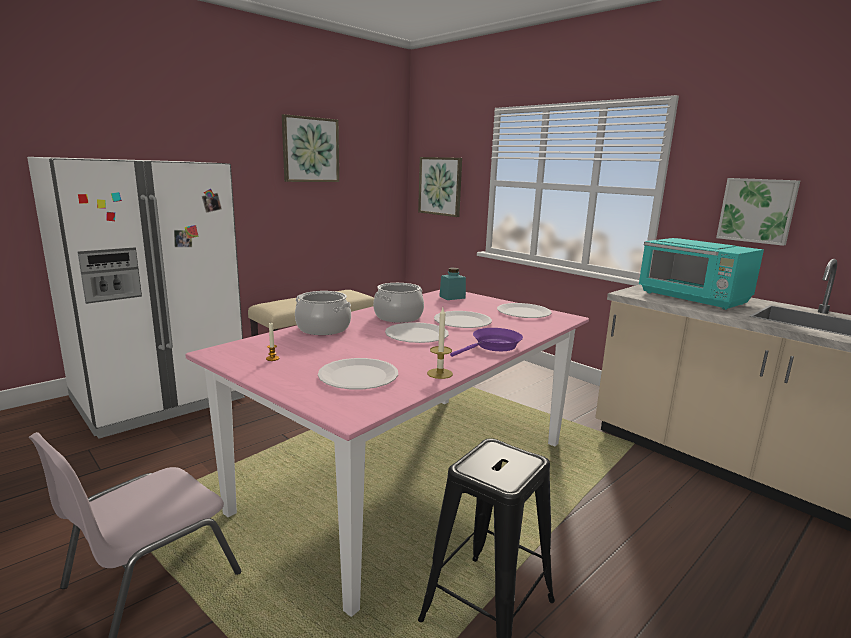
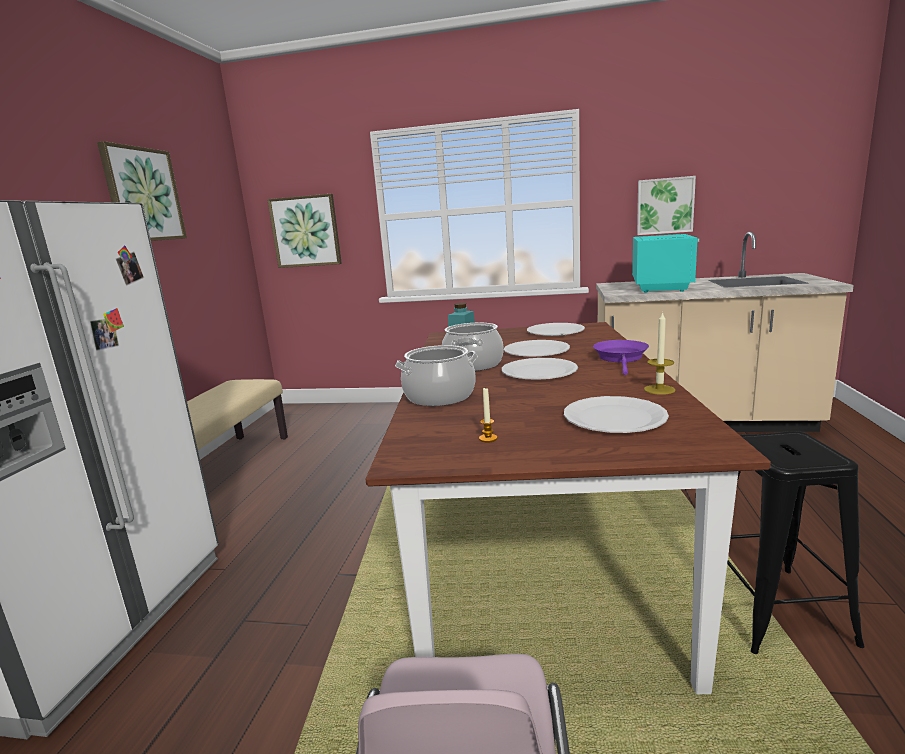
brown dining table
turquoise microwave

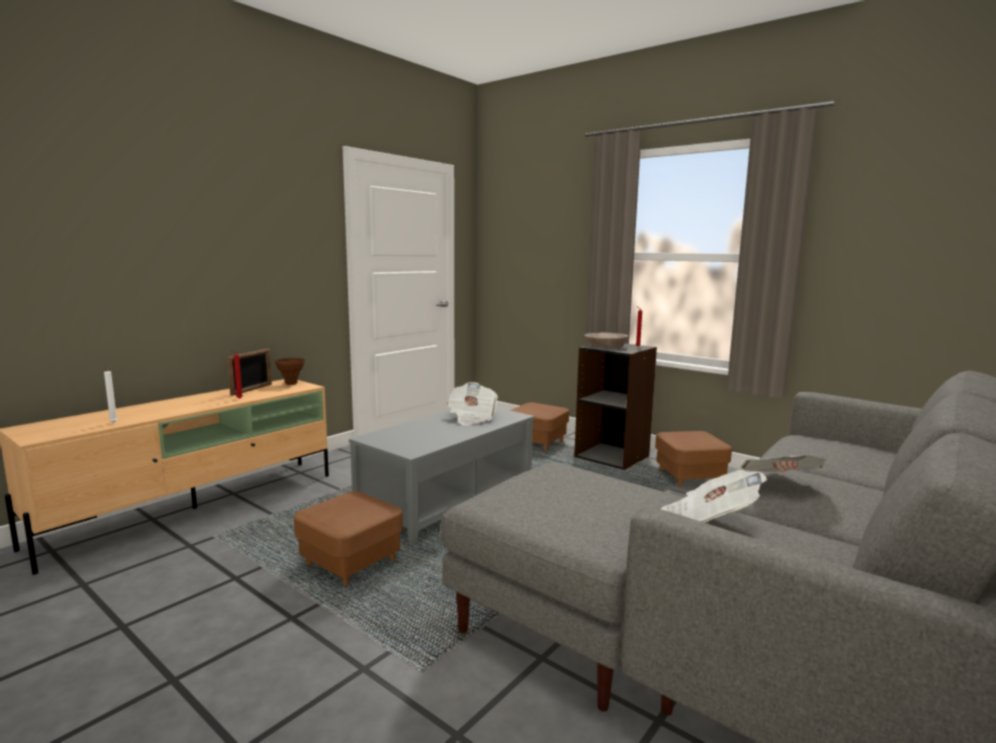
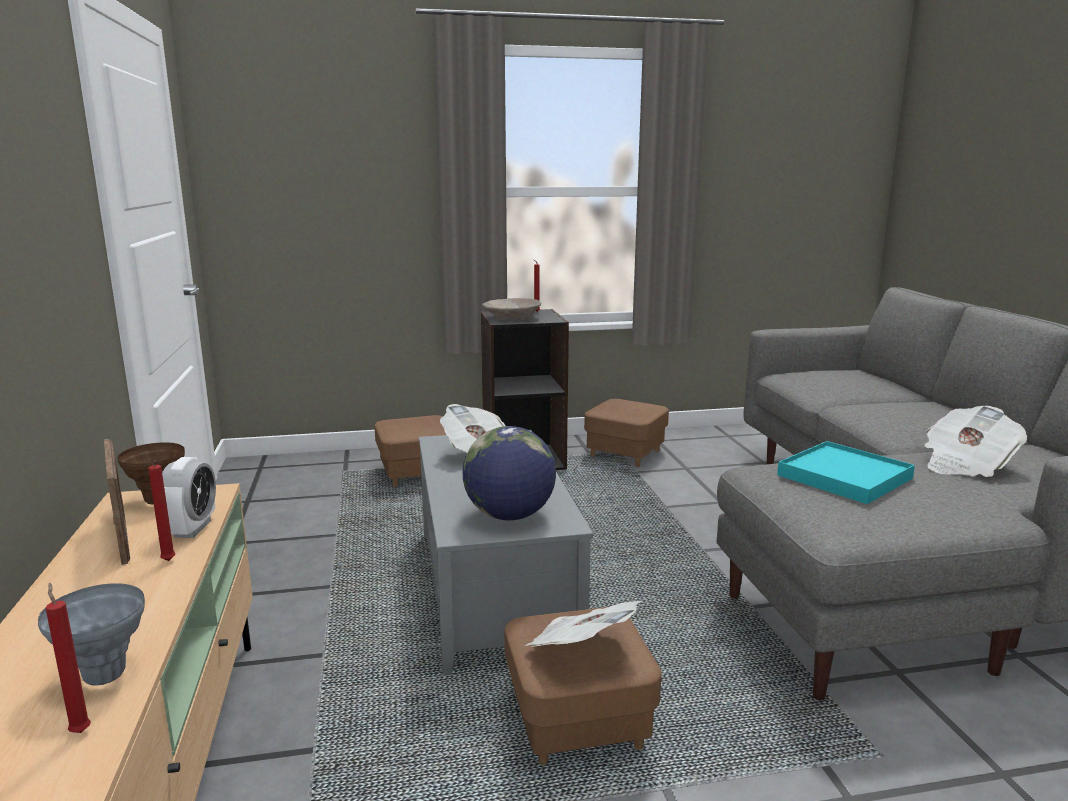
grey vase
red candle (no. 1 from left)
alarm clock
globe
newspaper (no. 2 from left)
turquoise tray

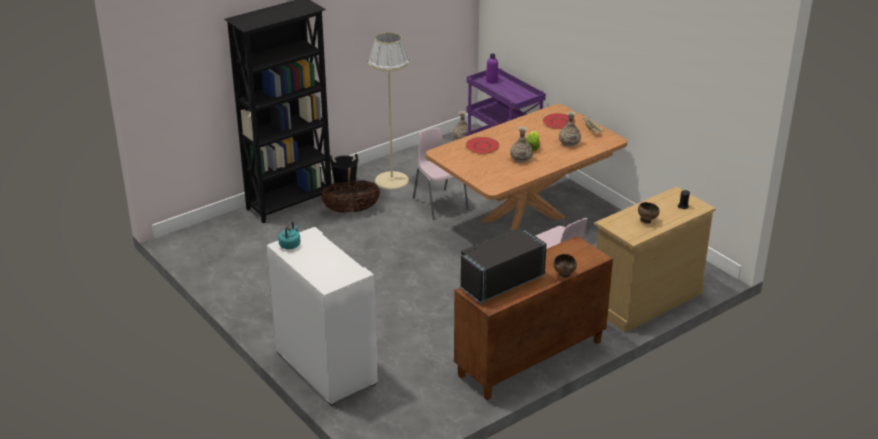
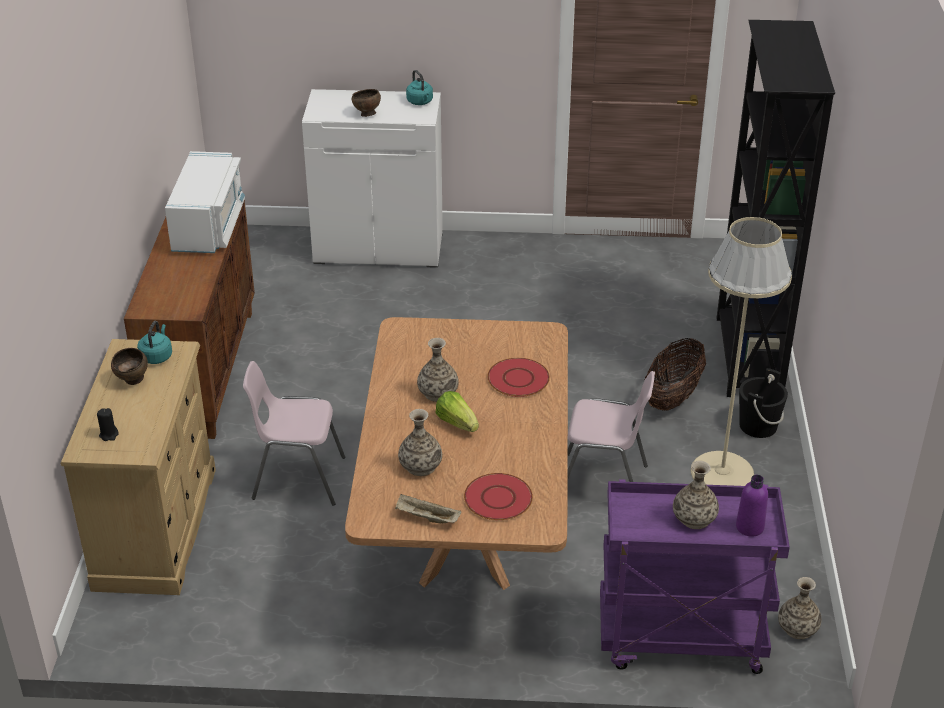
turquoise kettle (no. 1 from left)
white microwave
brown bowl (no. 2 from left)
vase (no. 3 from left)

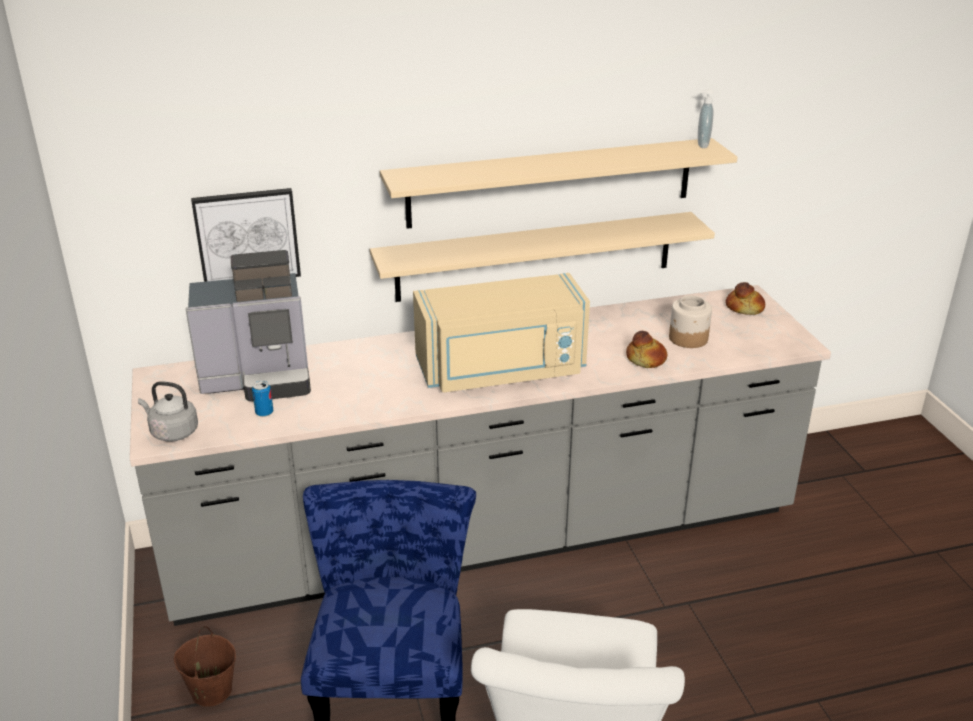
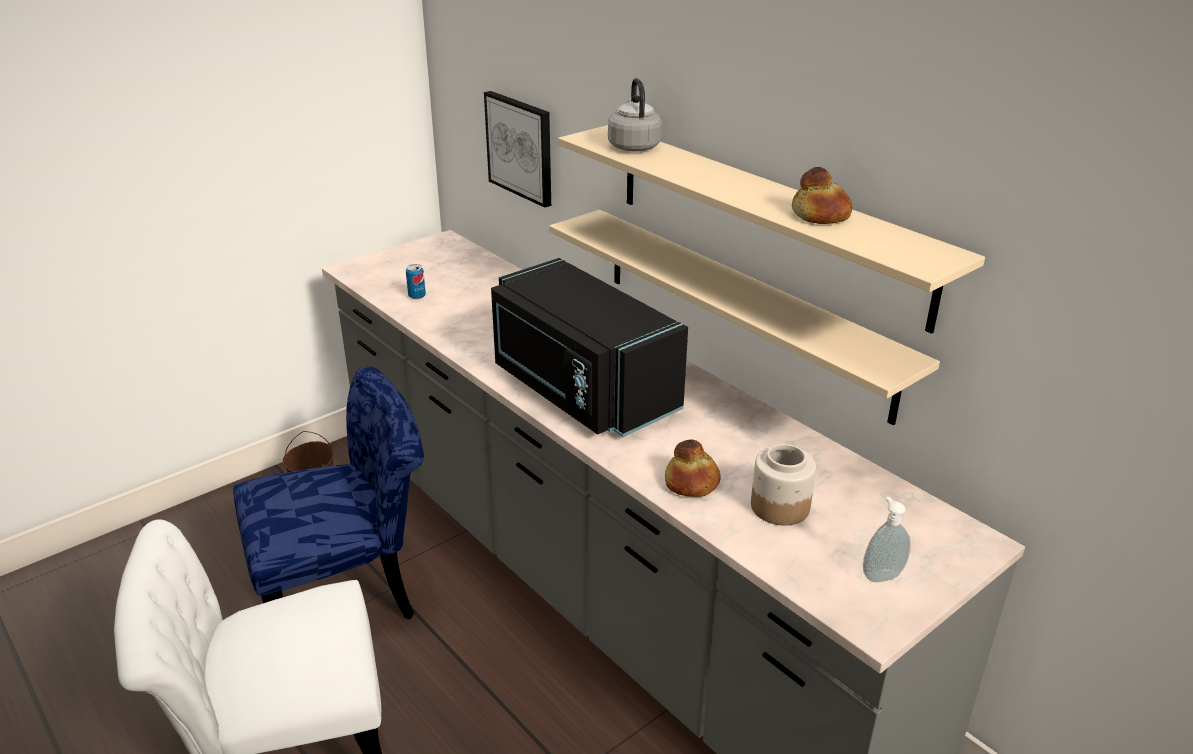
black microwave
grey kettle
bread (no. 2 from left)
soap dispenser
coffee machine

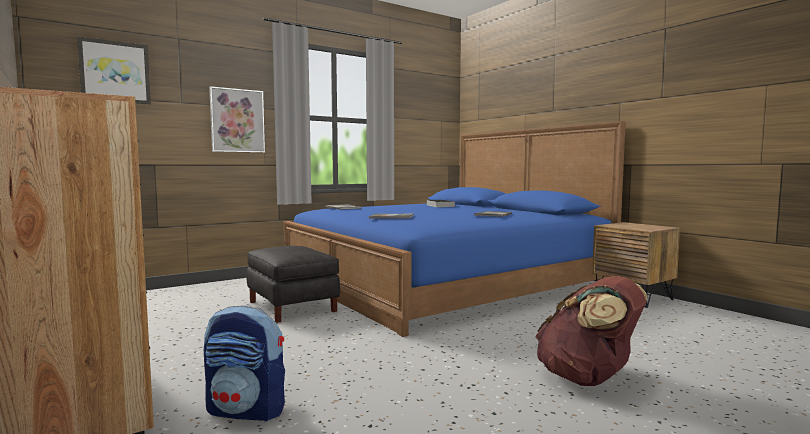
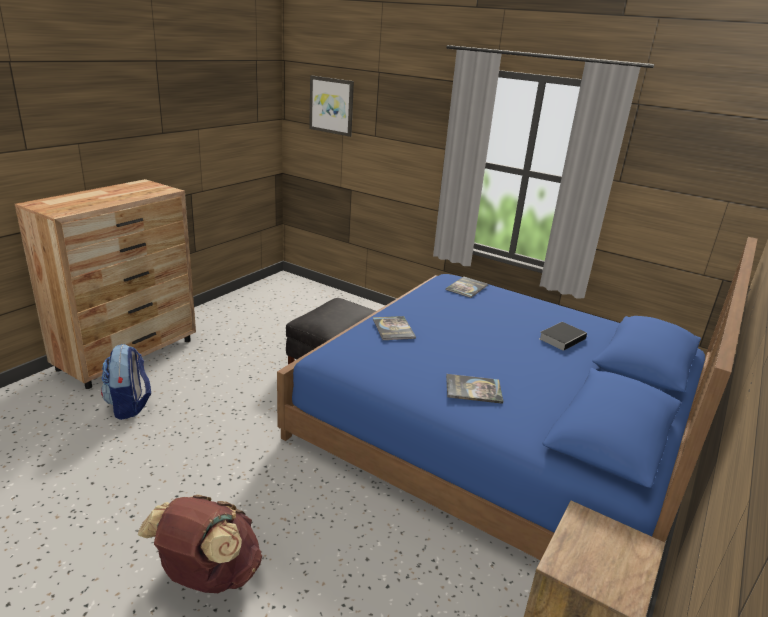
picture (no. 2 from left in the first image)

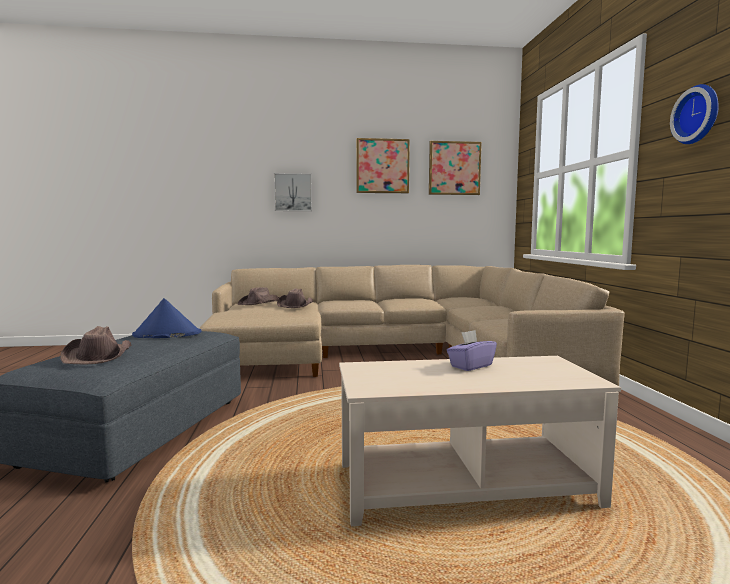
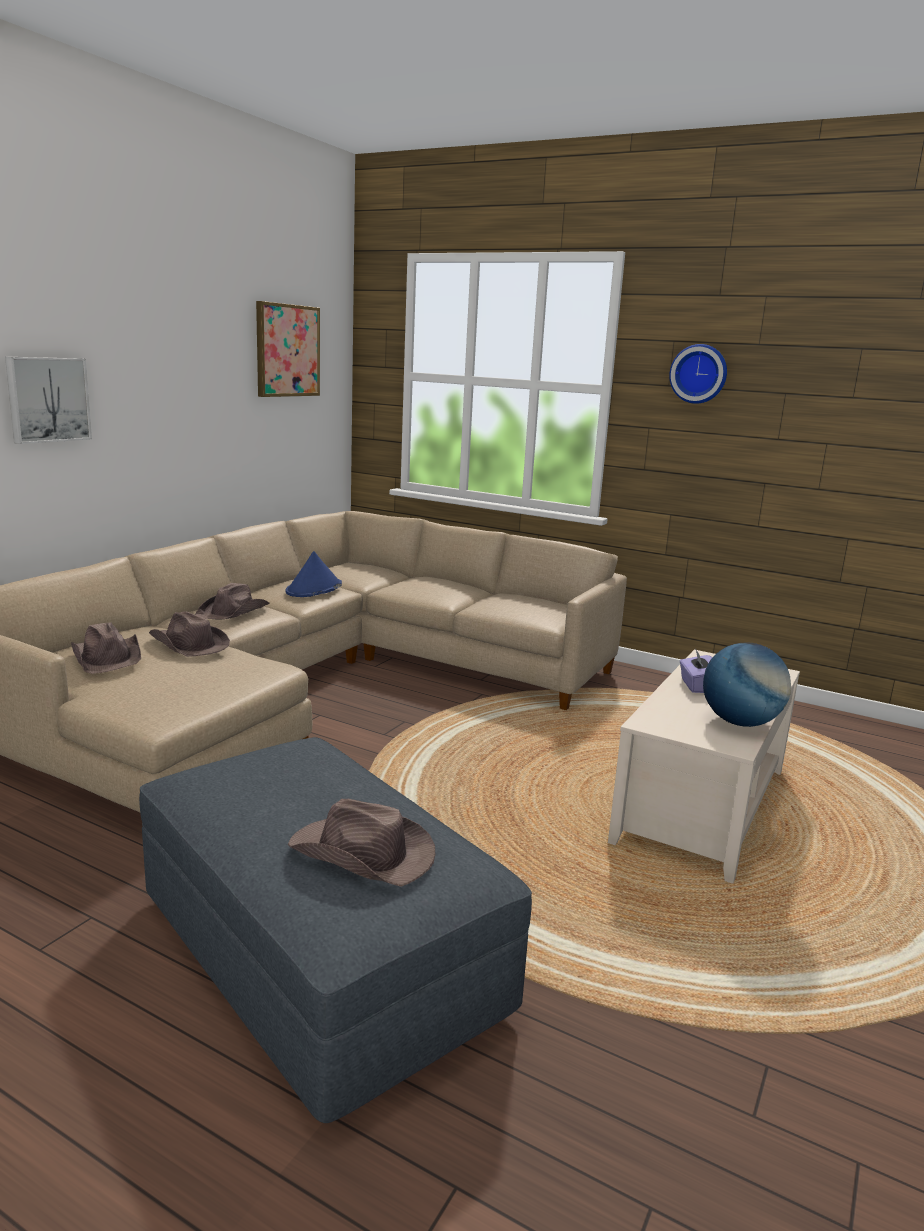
brown hat (no. 3 from left)
blue hat
globe
picture (no. 2 from left in the first image)

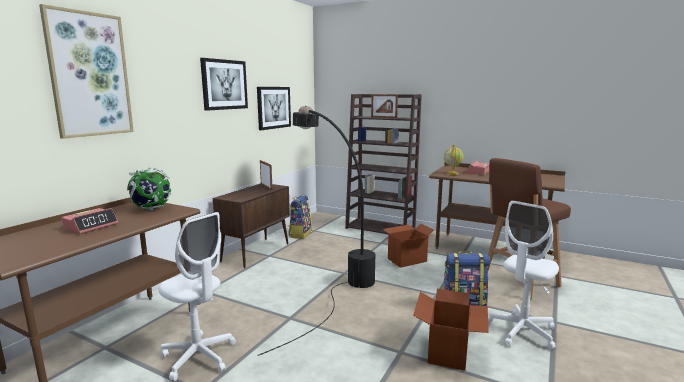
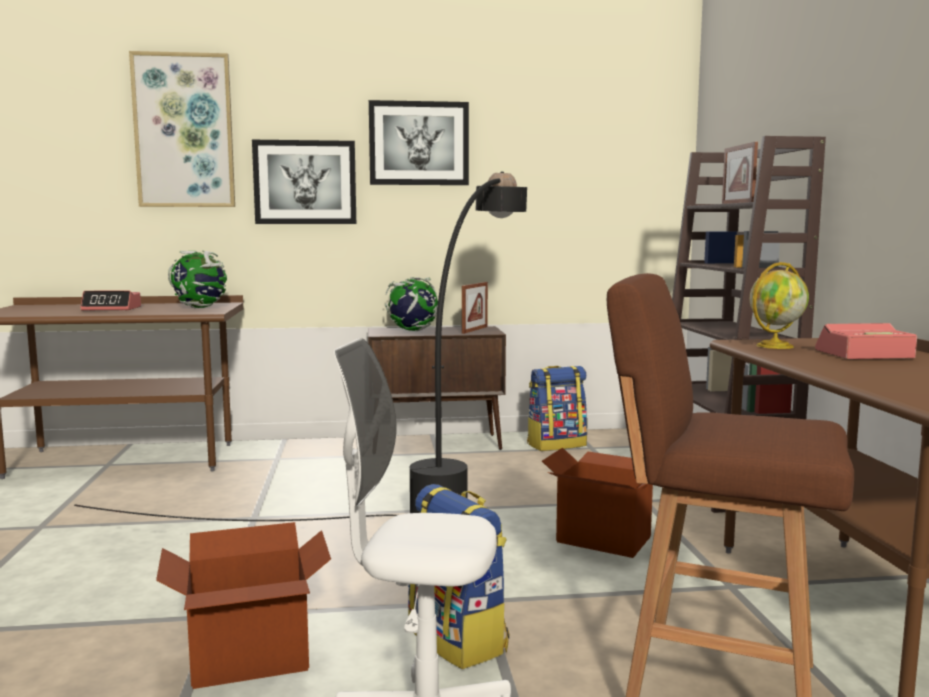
picture (no. 2 from left)
globe (no. 2 from left)
white office chair (no. 1 from left in the first image)

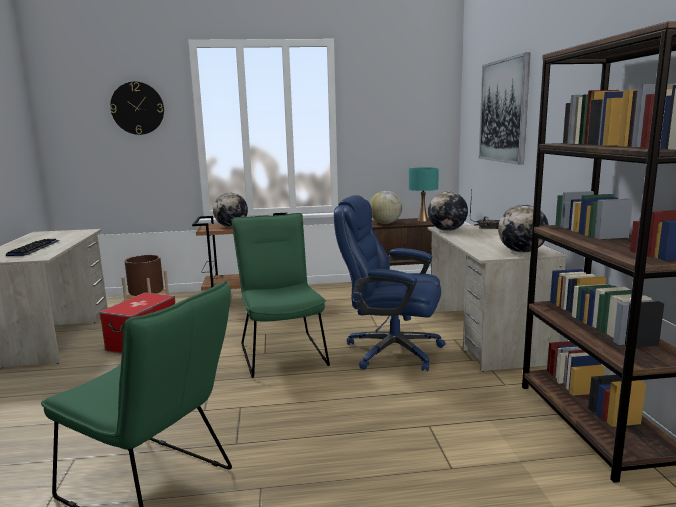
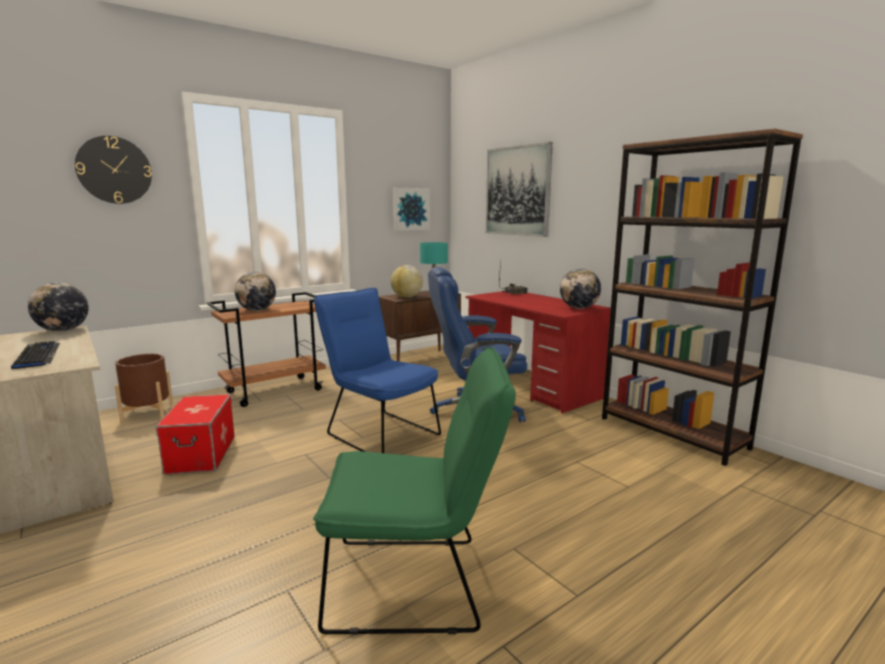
globe (no. 1 from left)
blue chair
picture (no. 1 from left)
red desk

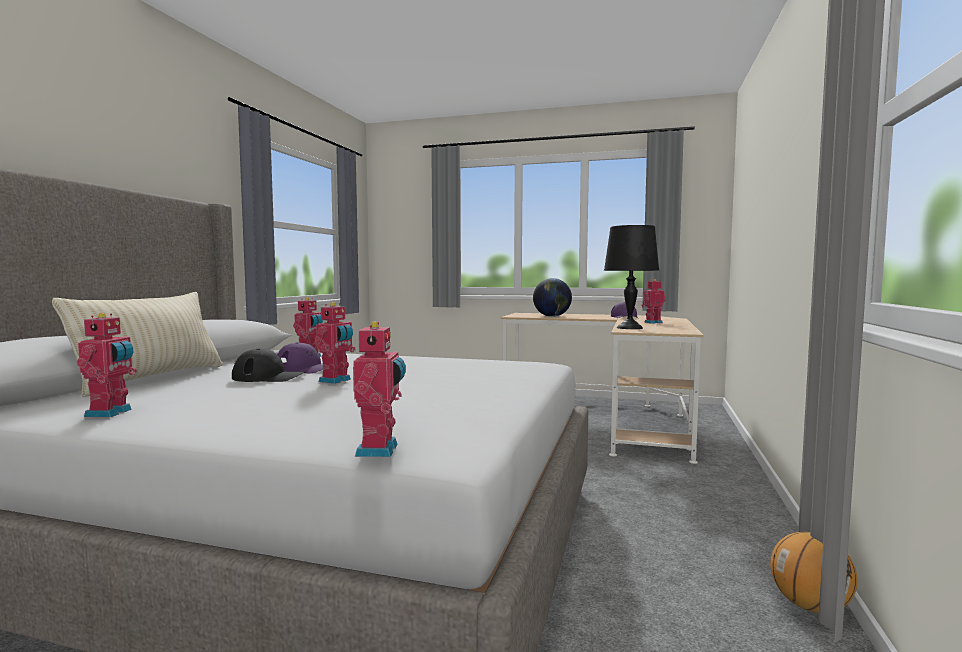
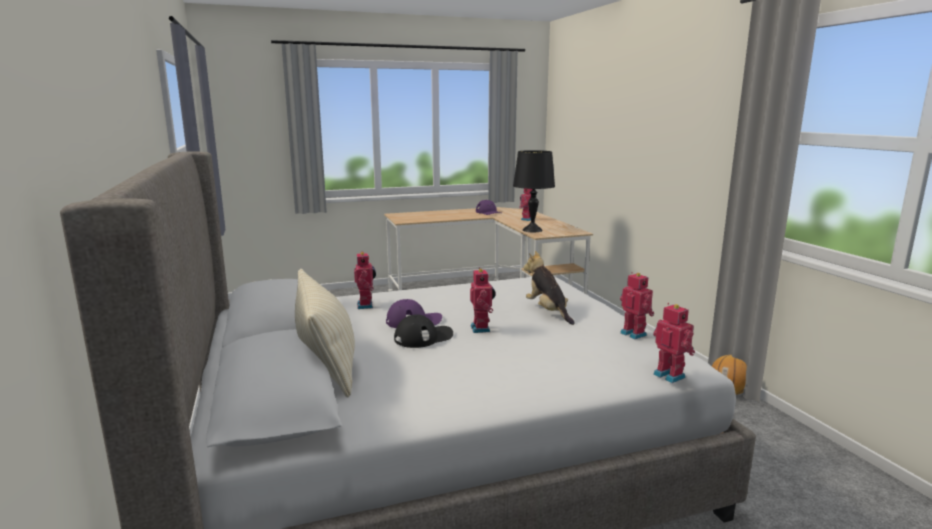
plush toy
toy robot (no. 4 from left)
globe

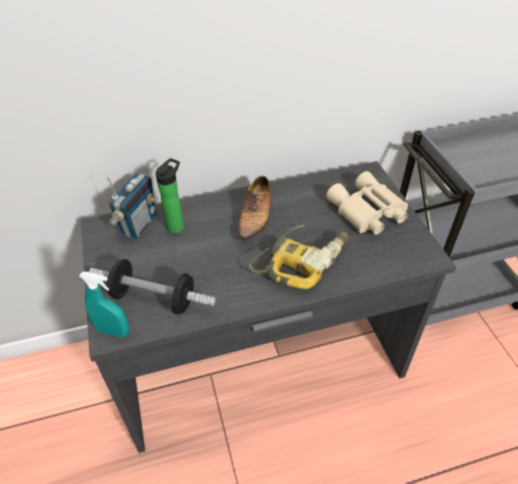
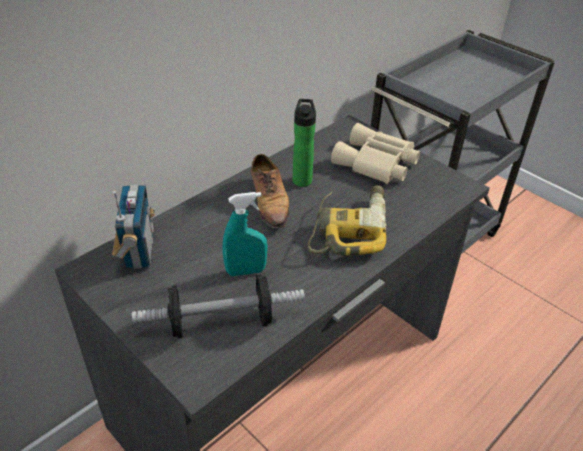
turquoise spray bottle
bottle

